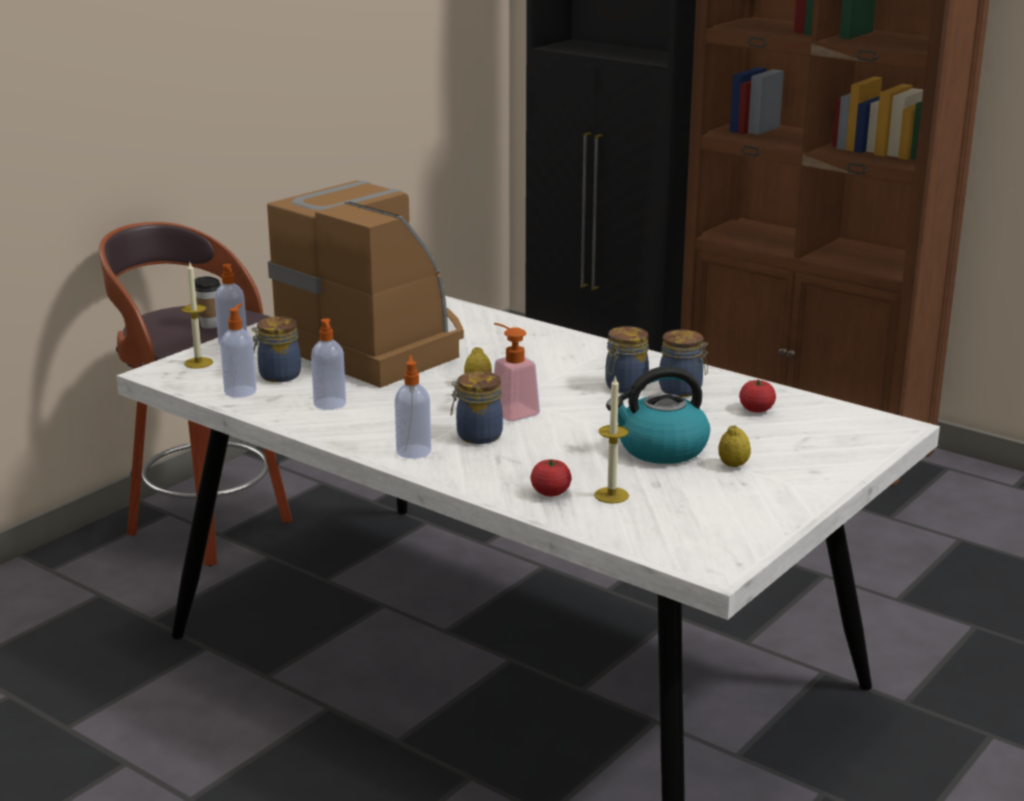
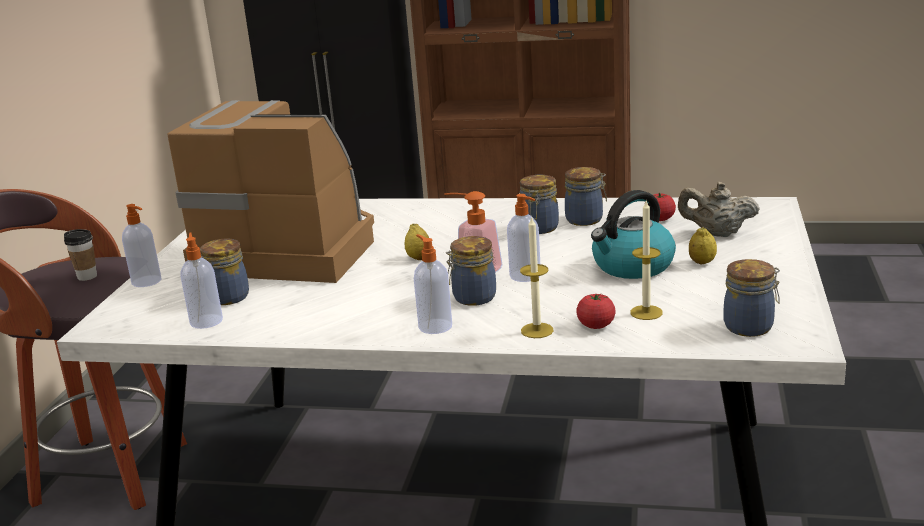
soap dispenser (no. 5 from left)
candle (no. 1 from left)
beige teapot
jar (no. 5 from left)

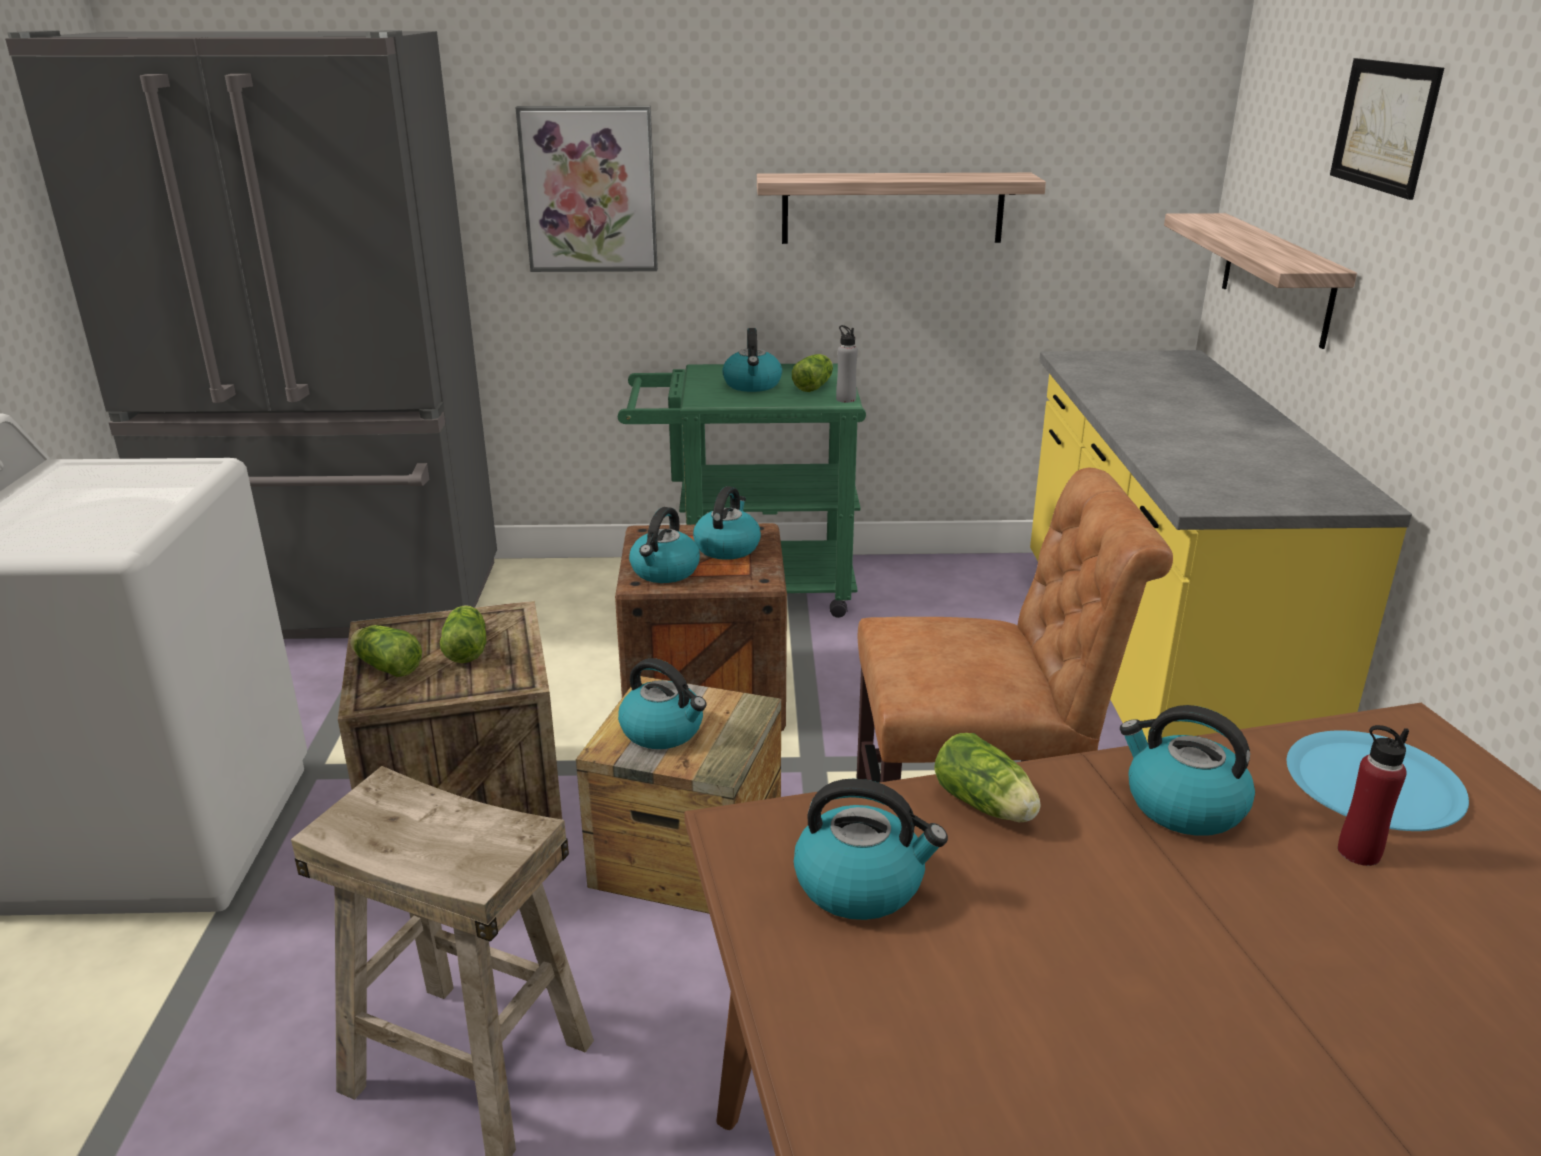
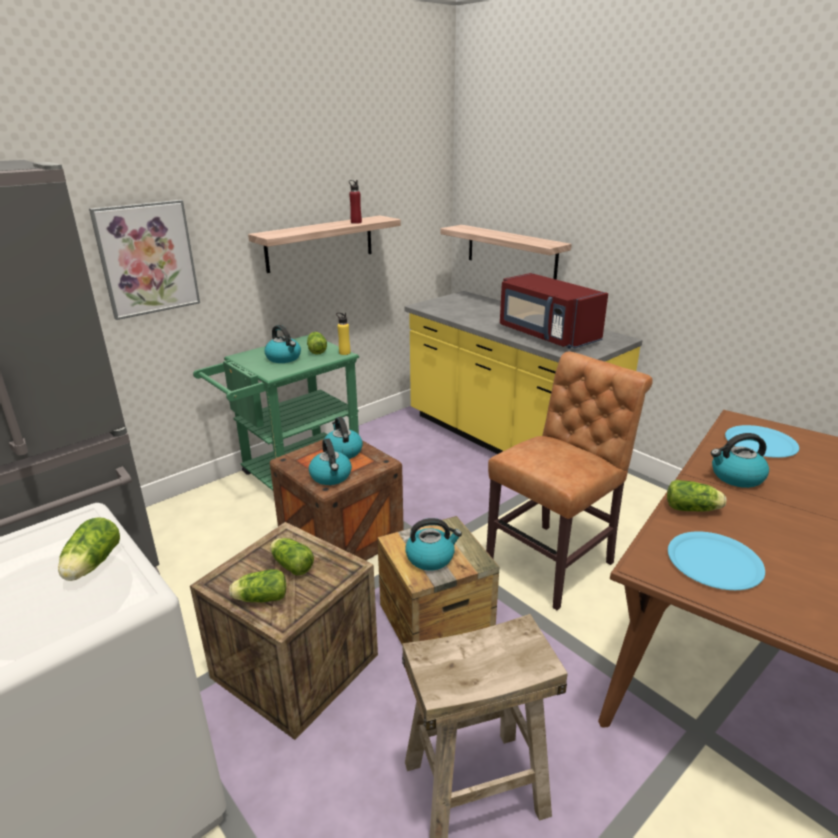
lettuce (no. 1 from left)
yellow bottle
red bottle
red microwave
blue plate (no. 1 from left)
picture (no. 2 from left in the first image)

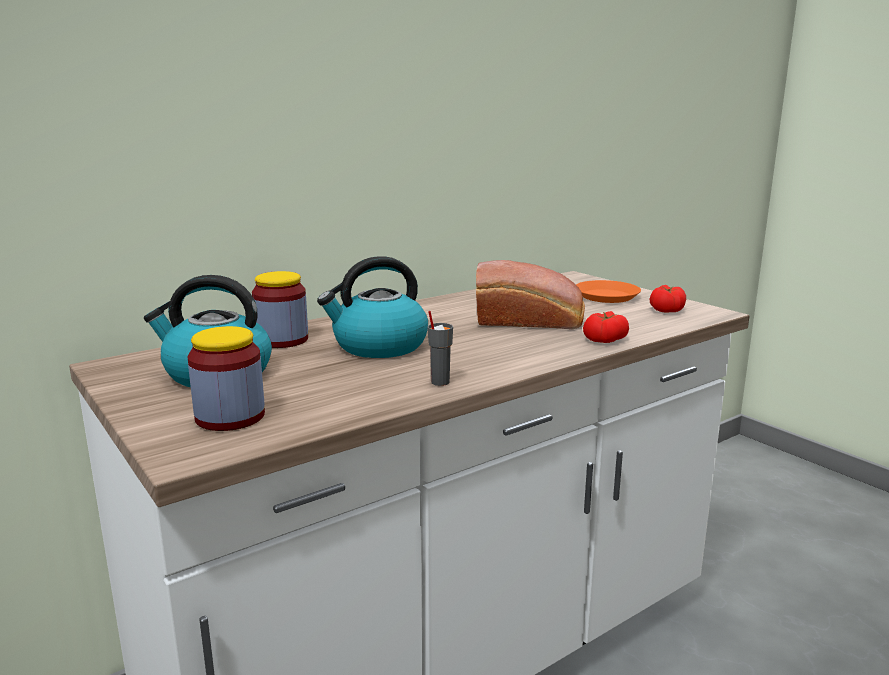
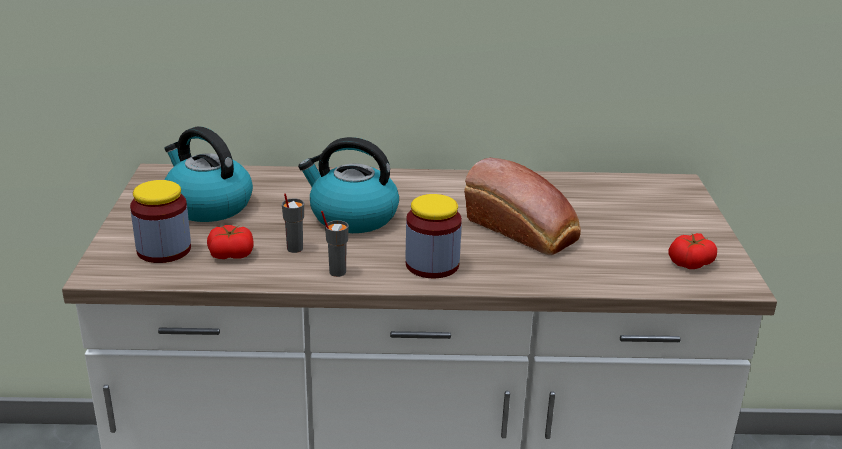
tomato (no. 1 from left)
grey cup (no. 1 from left)
jar (no. 2 from left)
orange plate

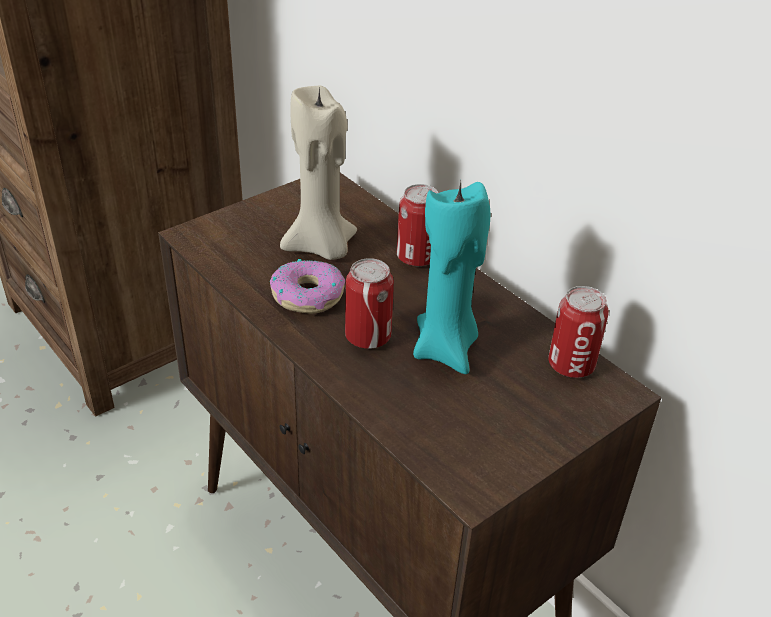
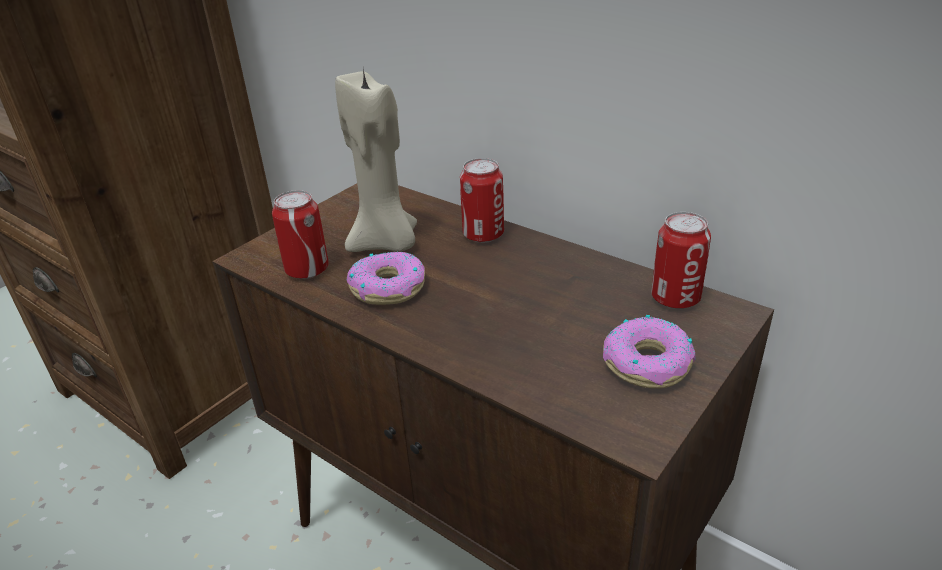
can (no. 1 from left)
donut (no. 2 from left)
turquoise candle

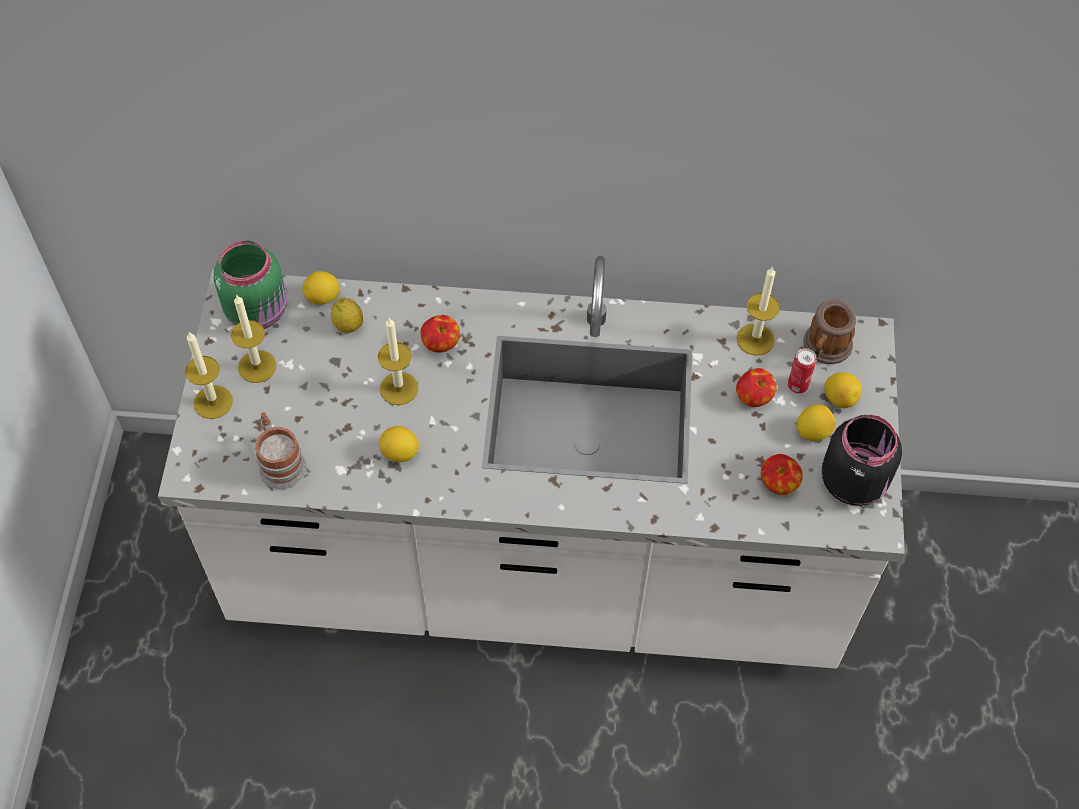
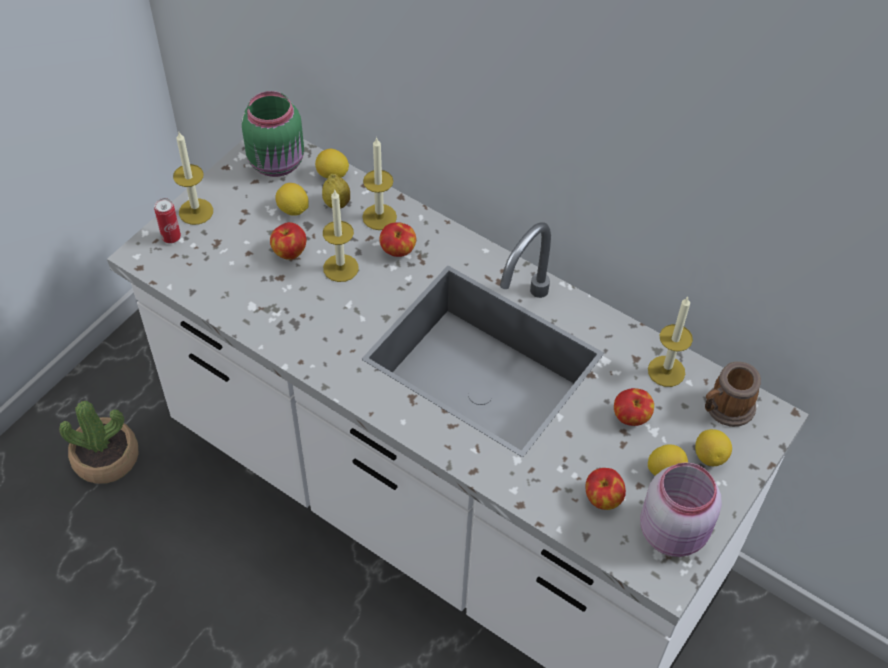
potted plant
can
apple (no. 1 from left)
lemon (no. 1 from left)
candle (no. 3 from left)
pink jar
mug (no. 1 from left in the first image)

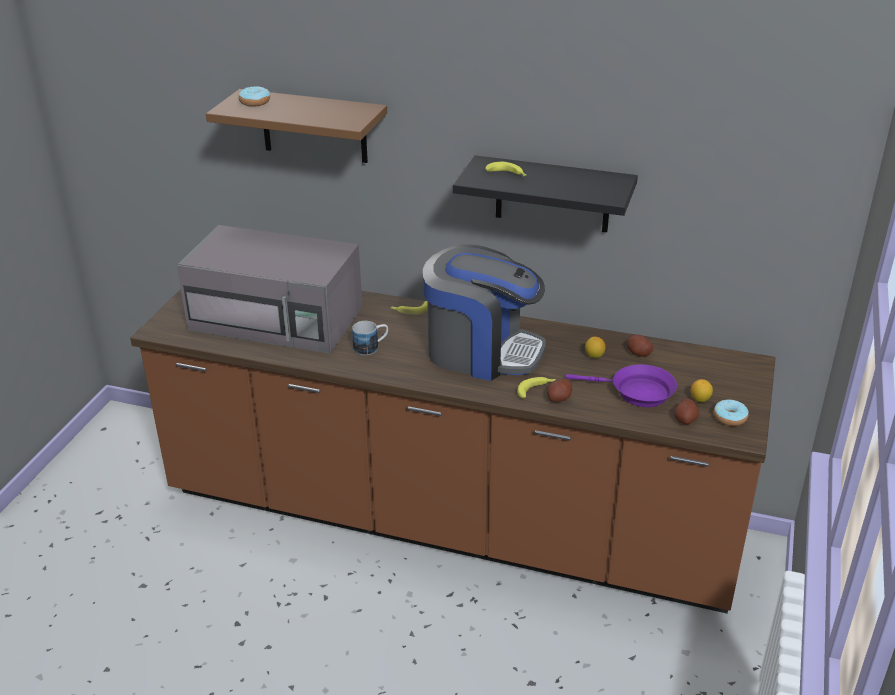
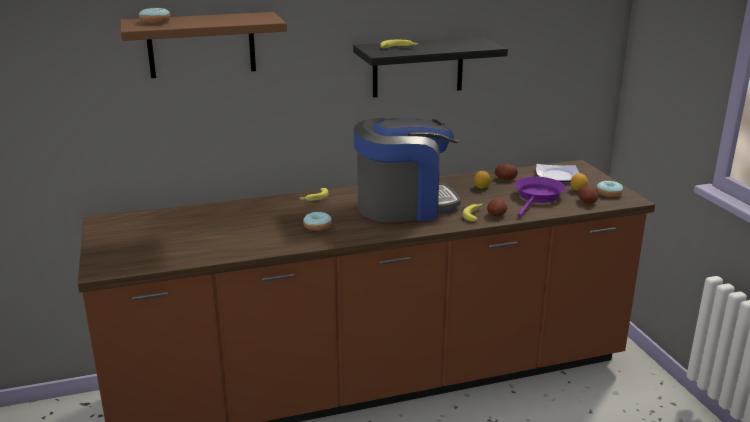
donut (no. 2 from left)
purple frying pan
plate
grey microwave

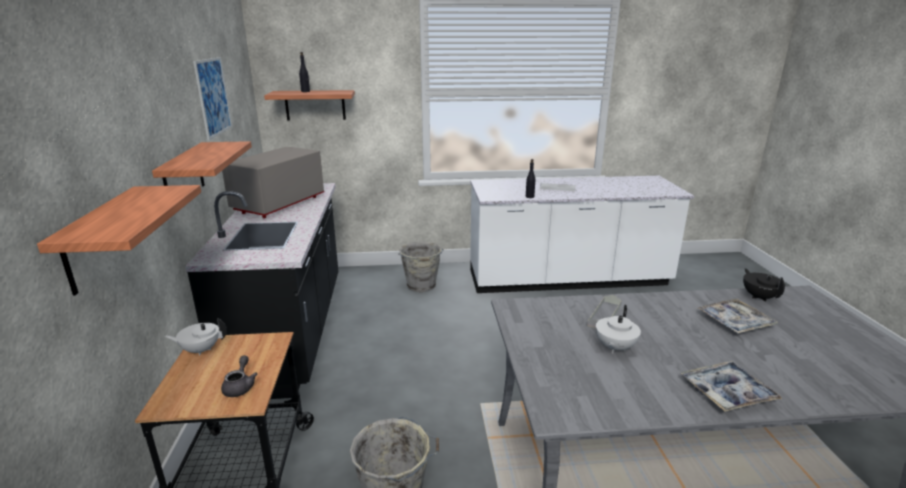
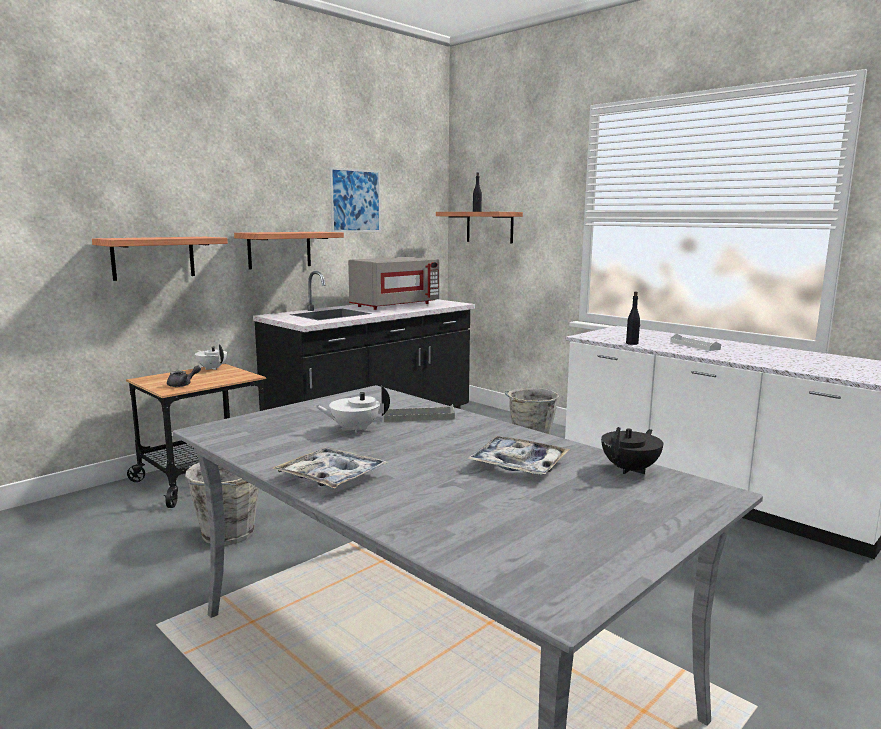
grey microwave

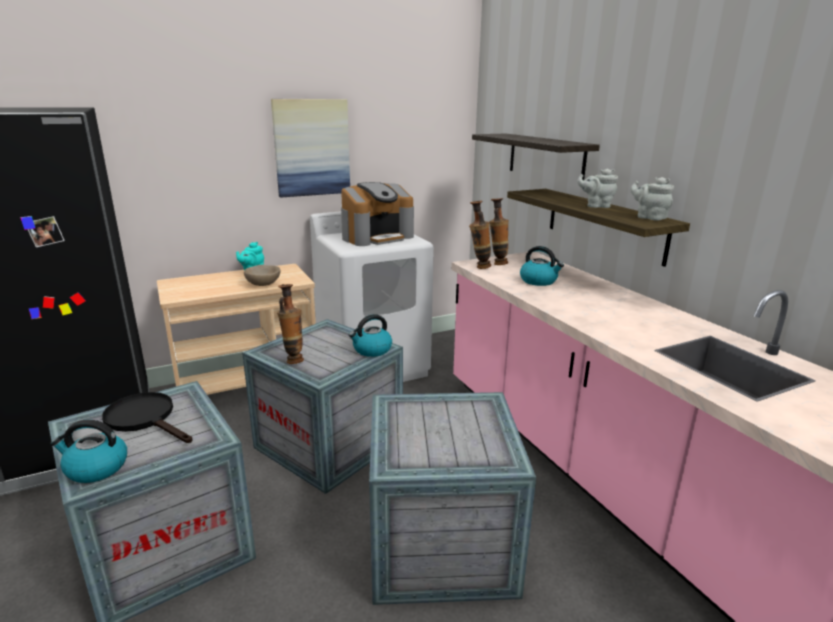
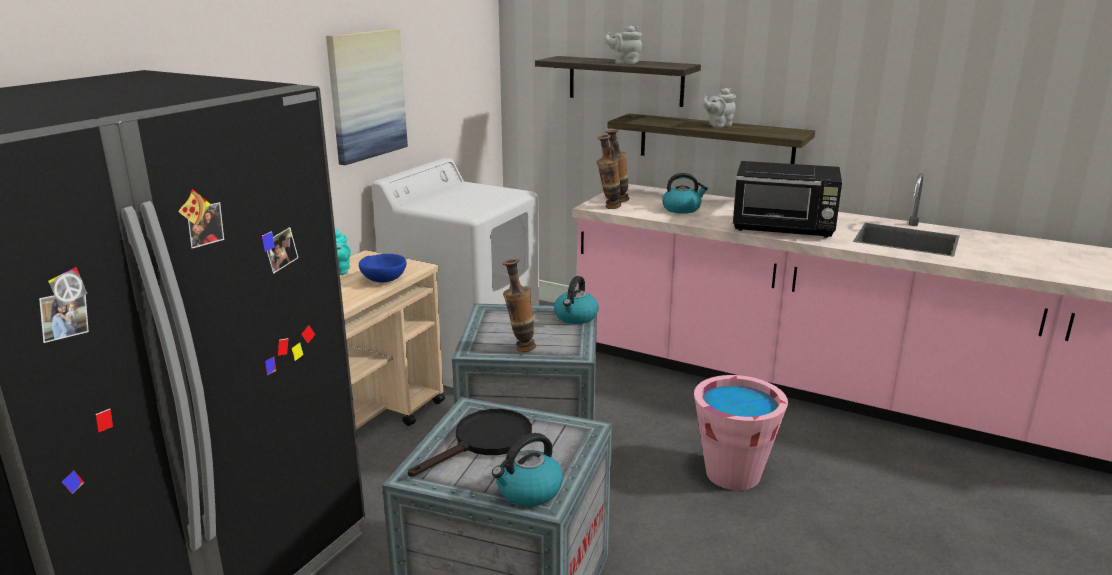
blue bowl
black frying pan
grey teapot (no. 1 from left)
pink bucket
black microwave
coffee machine

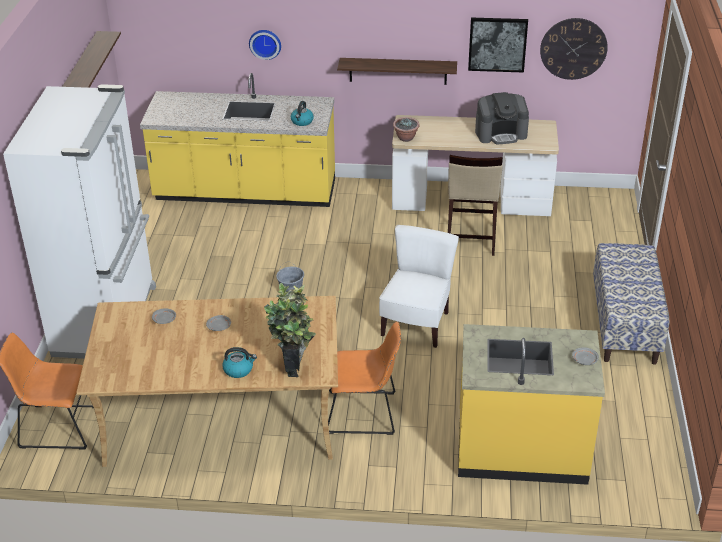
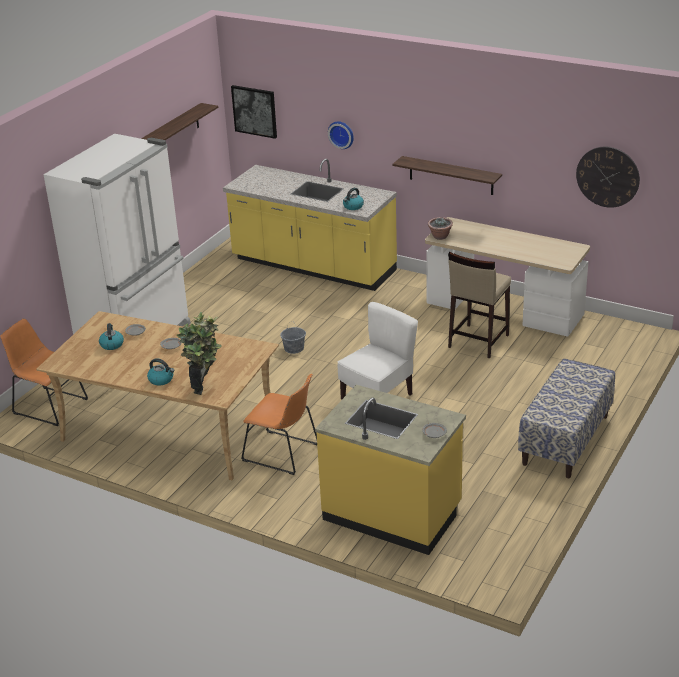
kettle (no. 1 from left)
picture
coffee machine

